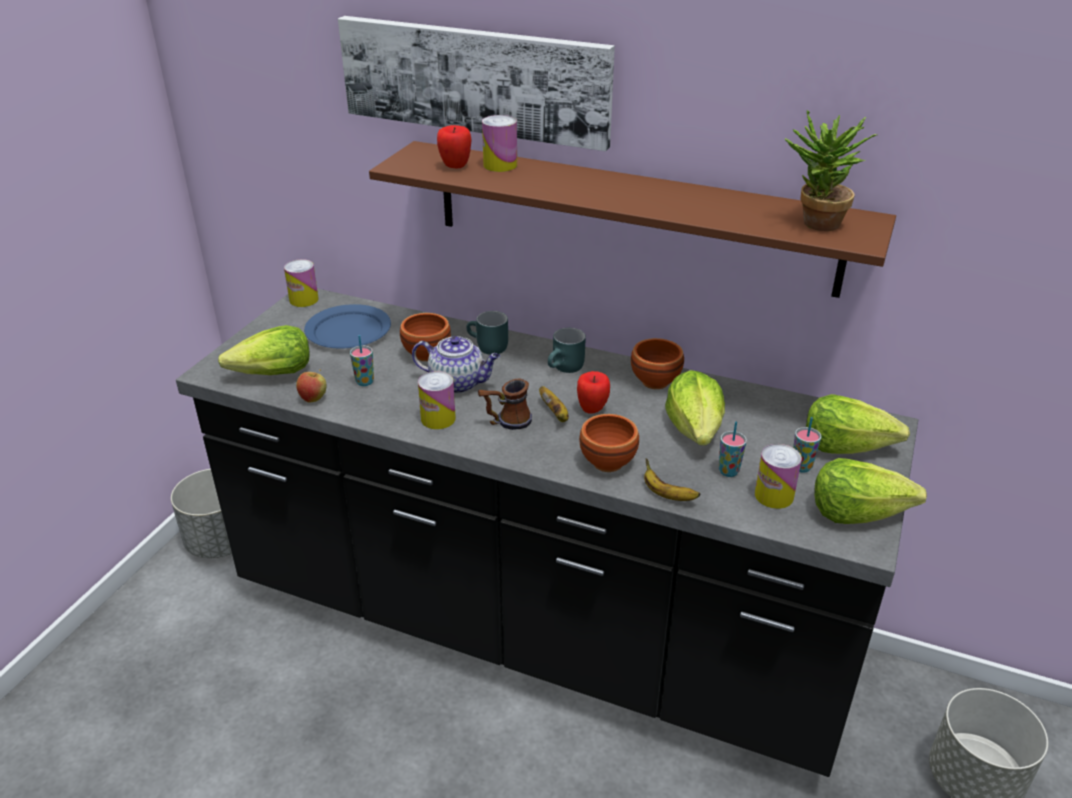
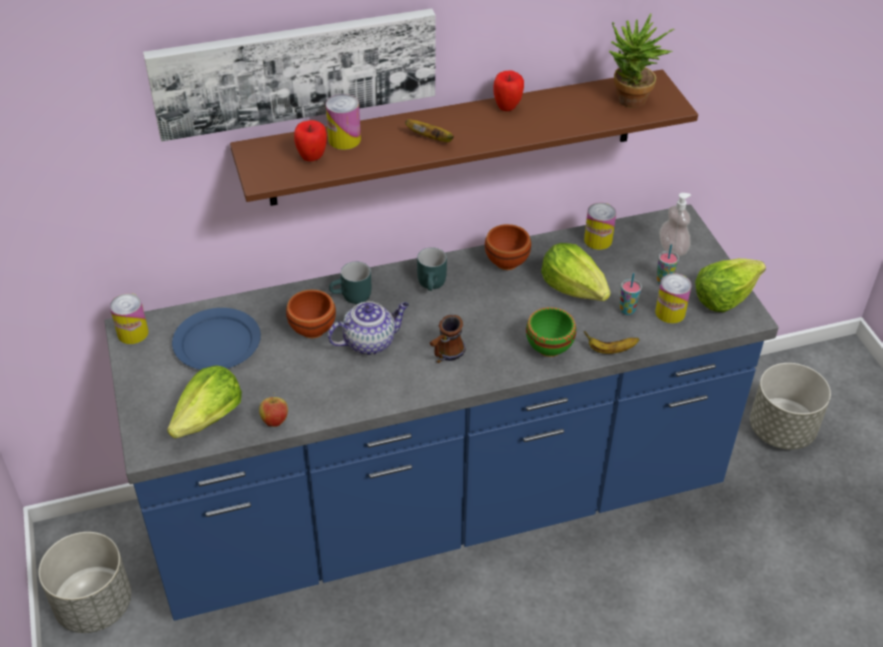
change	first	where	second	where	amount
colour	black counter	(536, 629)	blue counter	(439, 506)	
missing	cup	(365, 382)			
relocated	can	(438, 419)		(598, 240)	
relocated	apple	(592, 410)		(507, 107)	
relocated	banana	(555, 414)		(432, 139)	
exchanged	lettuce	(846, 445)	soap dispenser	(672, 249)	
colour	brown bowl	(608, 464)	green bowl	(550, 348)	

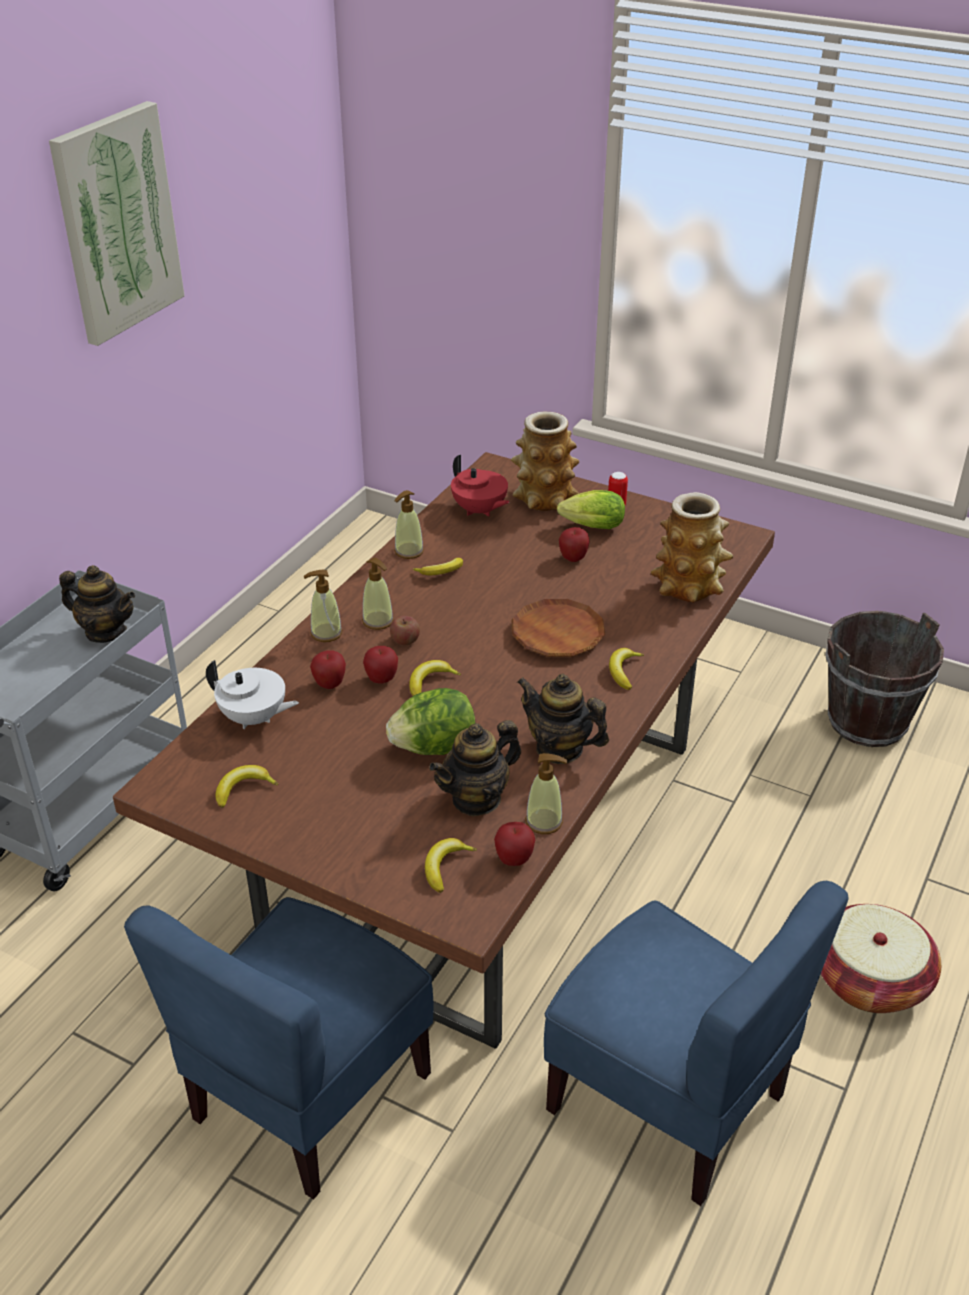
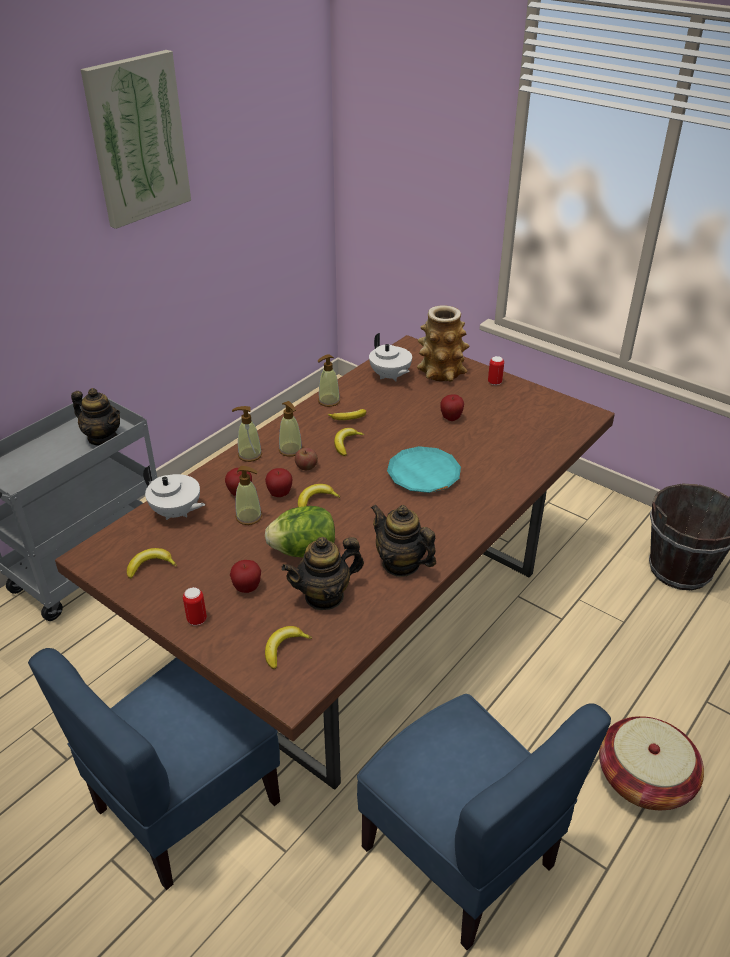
change	first	where	second	where	amount
colour	red teapot	(479, 510)	white teapot	(390, 376)	
missing	lettuce	(589, 527)			
missing	vase	(689, 587)			
colour	brown plate	(557, 634)	turquoise plate	(423, 474)	
relocated	banana	(623, 671)		(346, 444)	
relocated	soap dispenser	(544, 821)		(249, 517)	
relocated	apple	(514, 860)		(247, 588)	
appeared			can	(197, 619)	

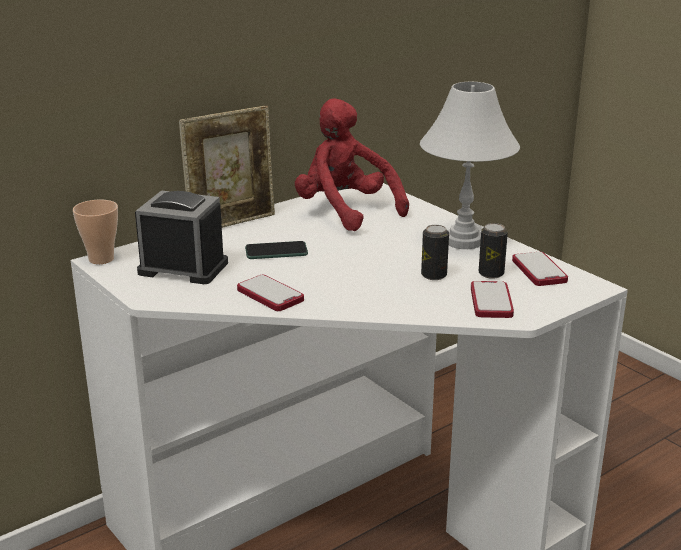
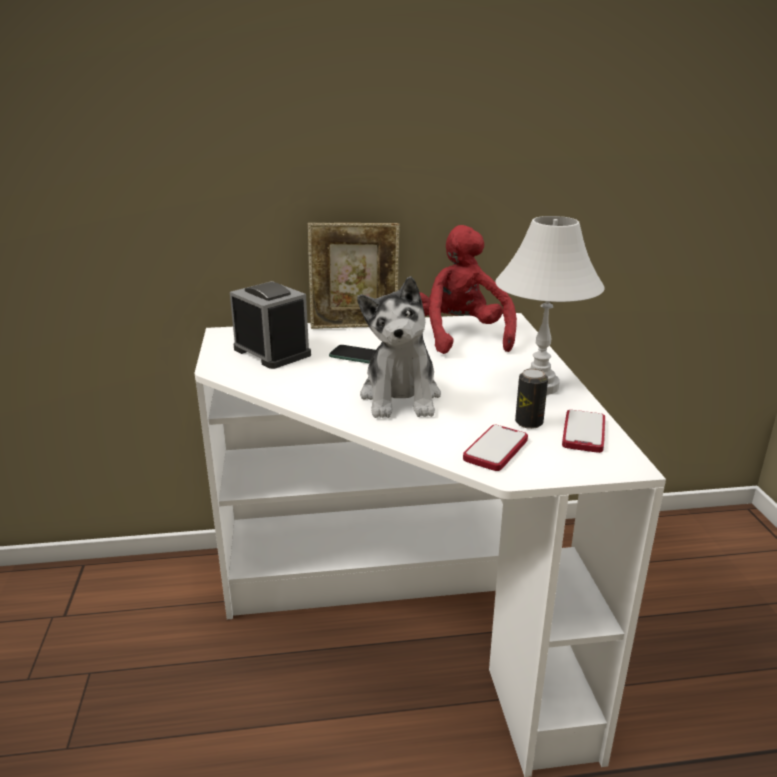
change	first	where	second	where	amount
missing	cup	(101, 259)			
missing	can	(433, 275)			
missing	phone	(270, 295)			
appeared			plush toy	(401, 397)	

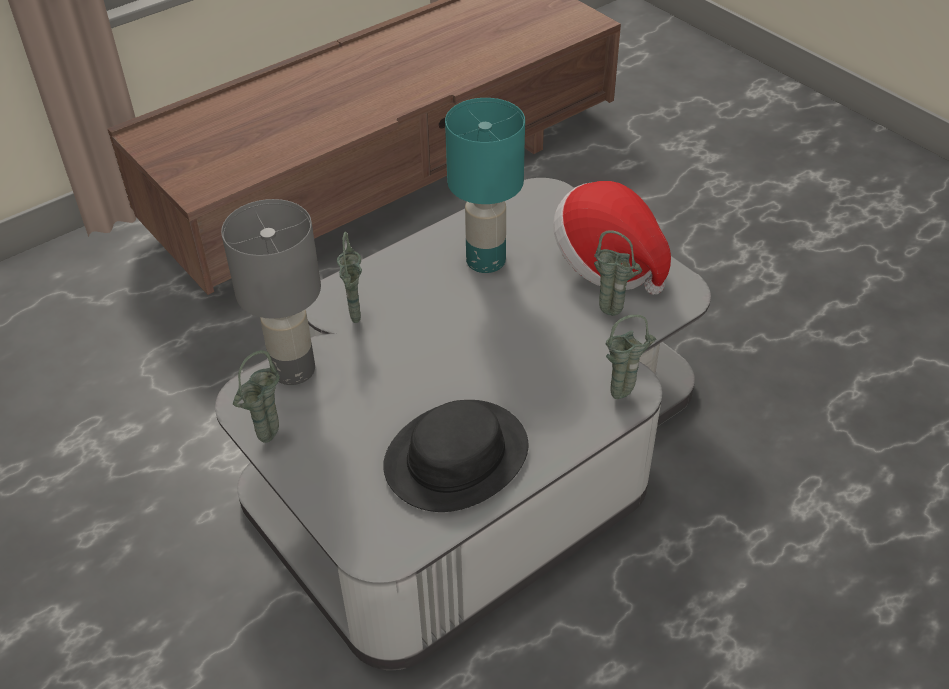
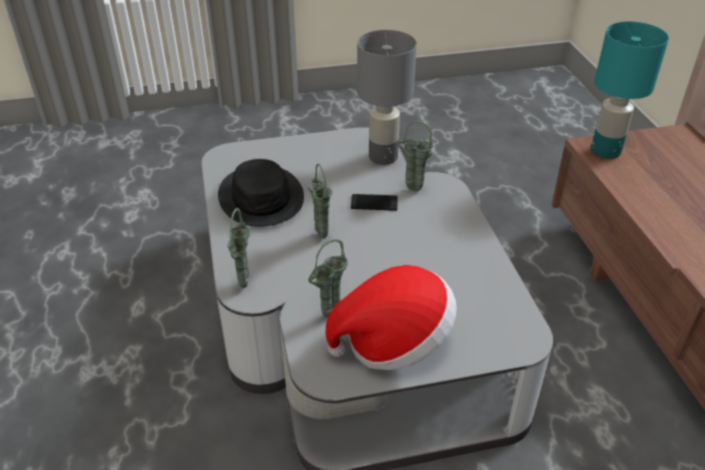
change	first	where	second	where	amount
relocated	turquoise table lamp	(487, 261)		(605, 151)	
relocated	green vase	(268, 440)		(320, 235)	
appeared			phone	(374, 203)	

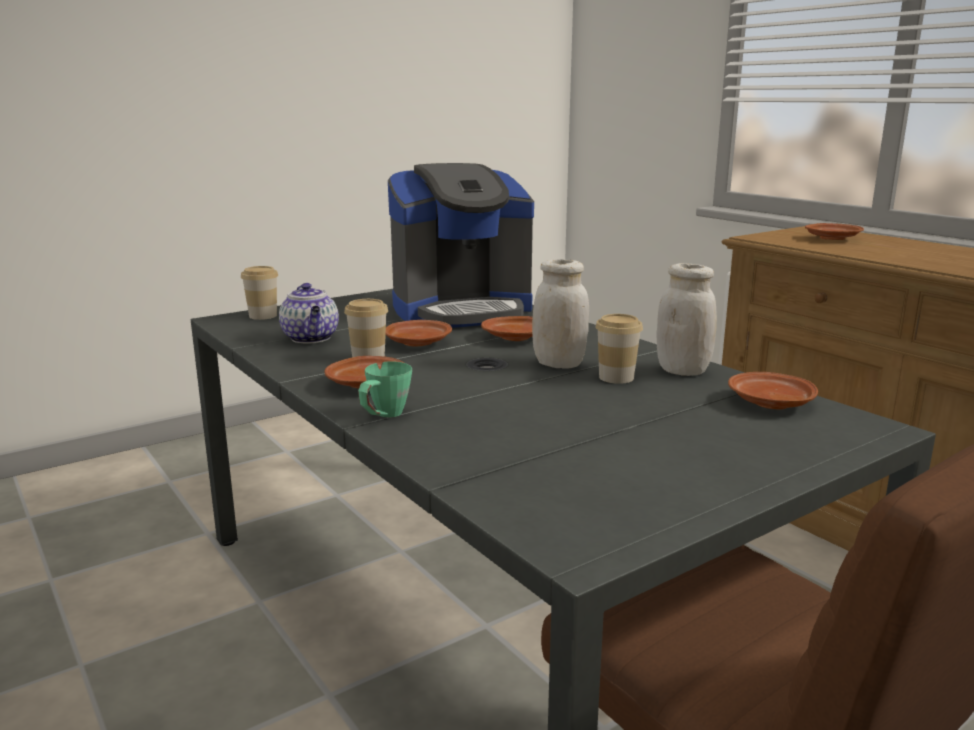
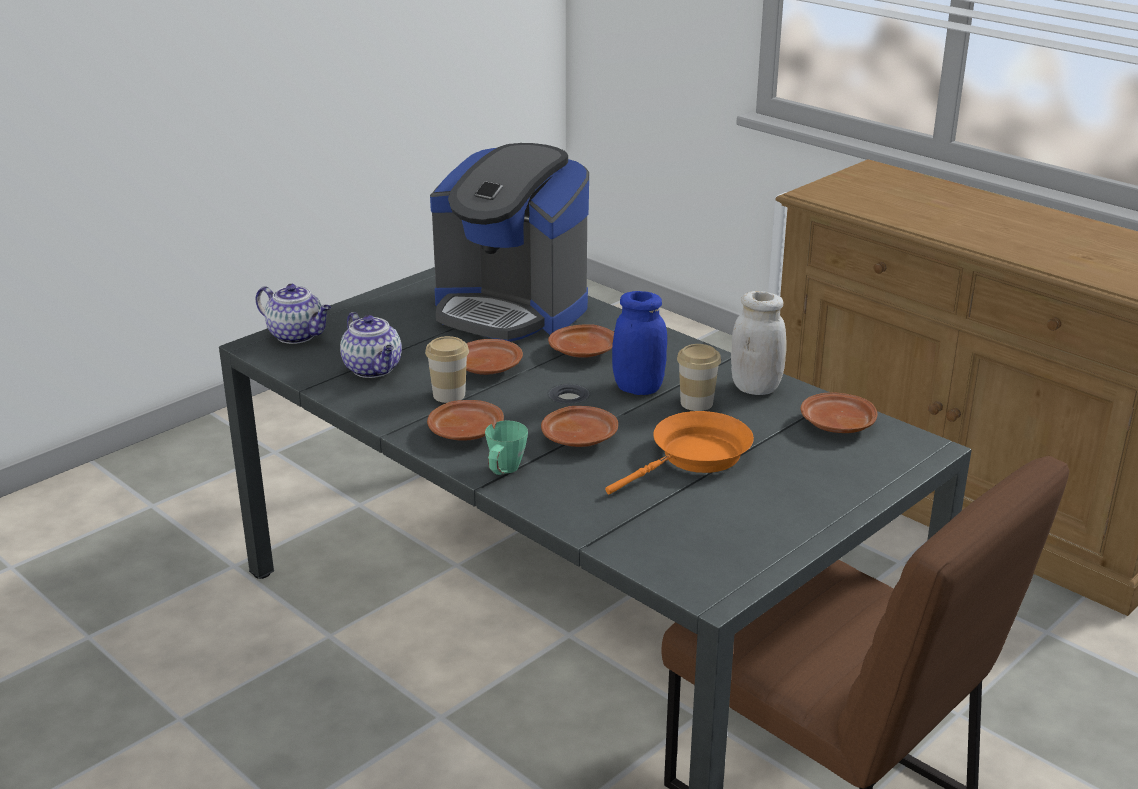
change	first	where	second	where	amount
spun	coffee machine	(462, 310)		(510, 309)	60 degrees clockwise
relocated	brown plate	(832, 239)		(580, 438)	
colour	white jar	(559, 364)	blue jar	(638, 388)	
exchanged	cup	(263, 316)	teapot	(298, 335)	
appeared			orange frying pan	(695, 457)	

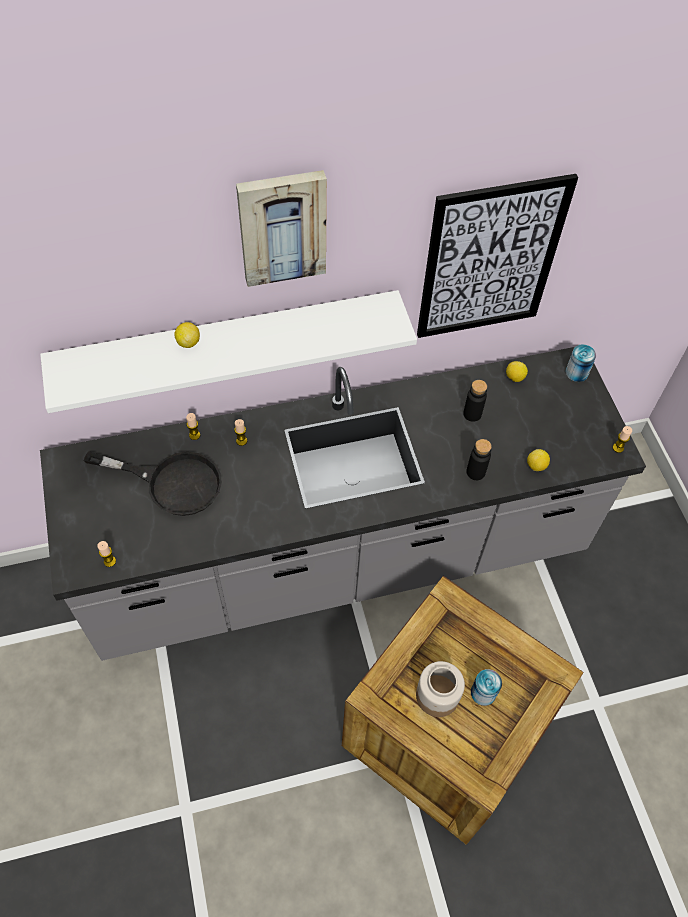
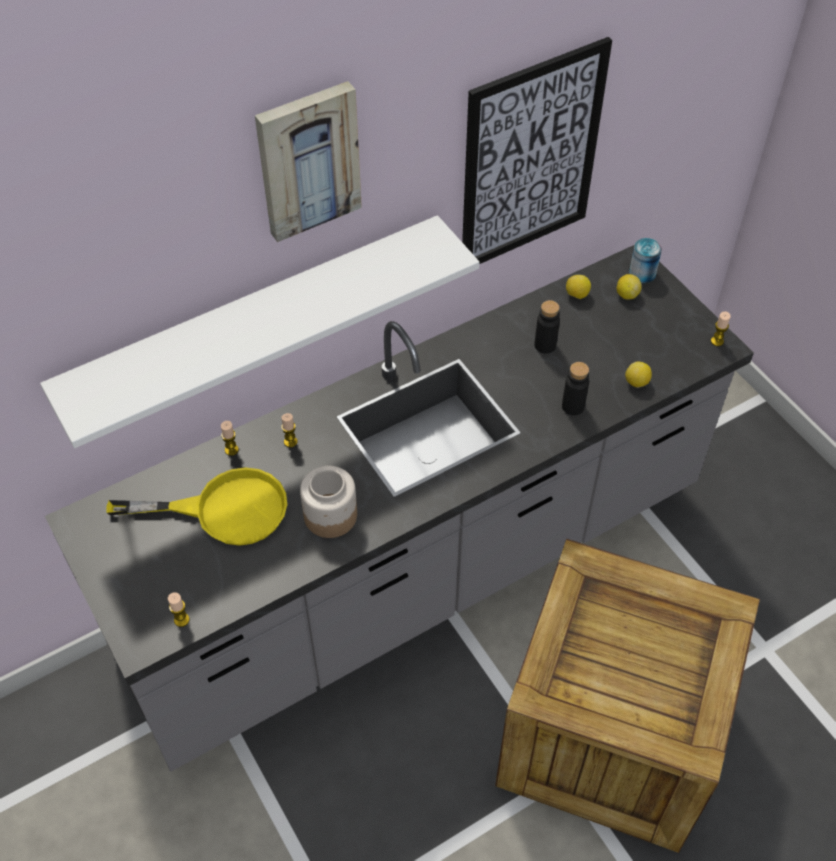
change	first	where	second	where	amount
relocated	lemon	(188, 342)		(627, 295)	
colour	black frying pan	(172, 482)	yellow frying pan	(224, 510)	
relocated	jar	(437, 696)		(330, 516)	
missing	can	(483, 693)			

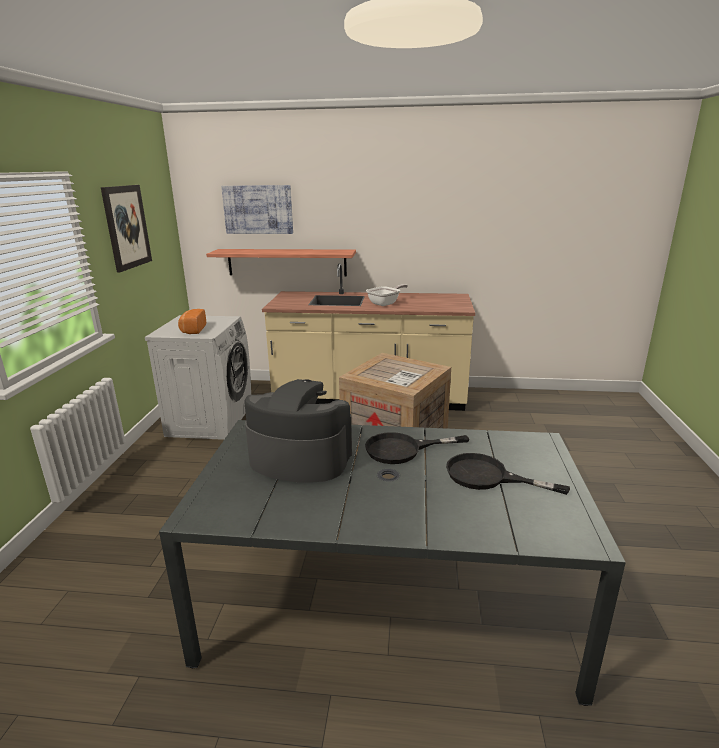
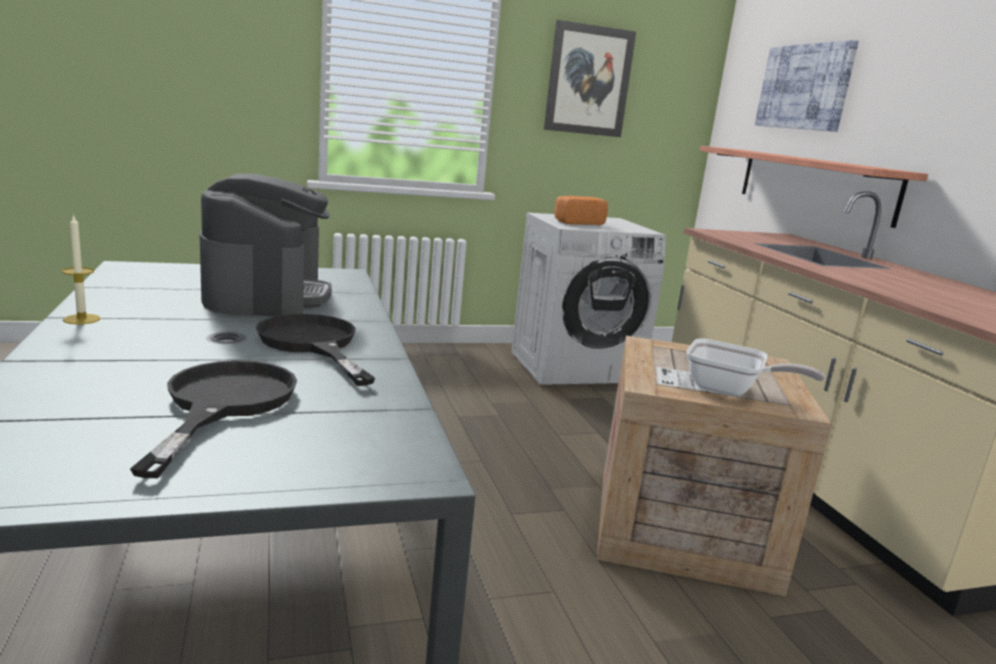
change	first	where	second	where	amount
relocated	frying pan	(386, 303)		(730, 390)	
appeared			candle	(81, 319)	

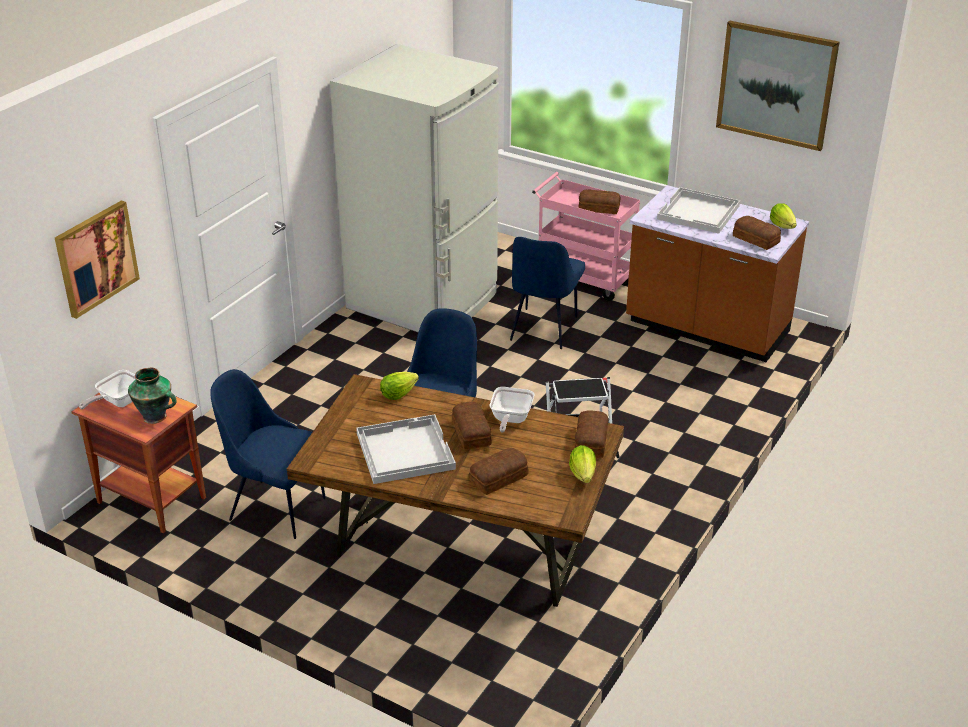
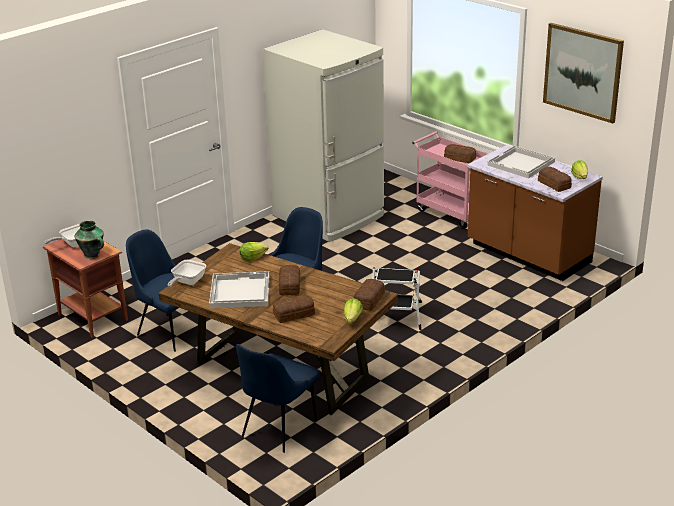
change	first	where	second	where	amount
missing	picture	(96, 258)			
relocated	blue chair	(543, 329)		(279, 428)	
relocated	frying pan	(510, 419)		(187, 282)	

